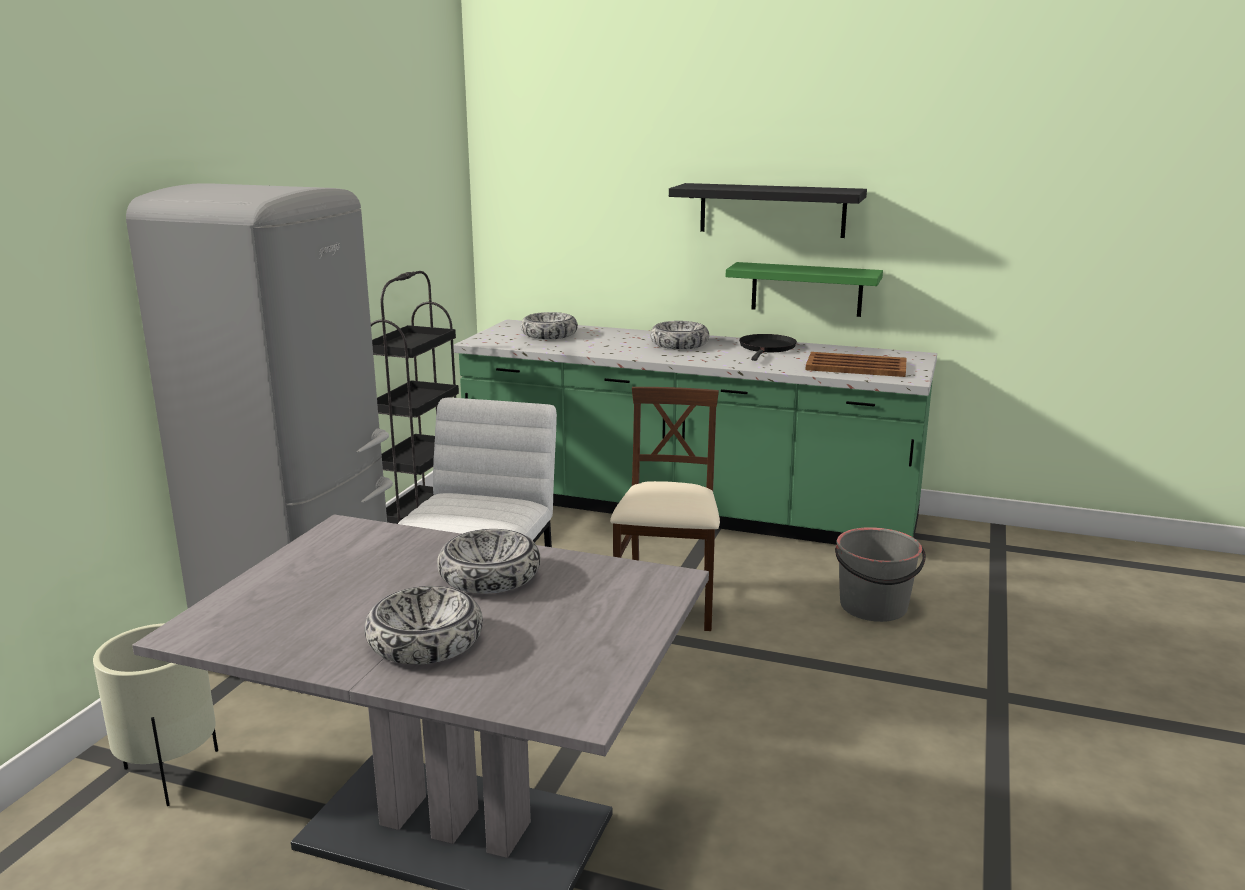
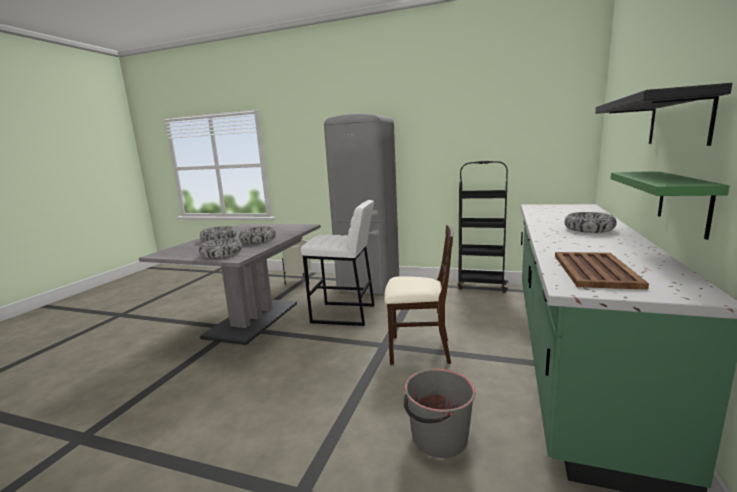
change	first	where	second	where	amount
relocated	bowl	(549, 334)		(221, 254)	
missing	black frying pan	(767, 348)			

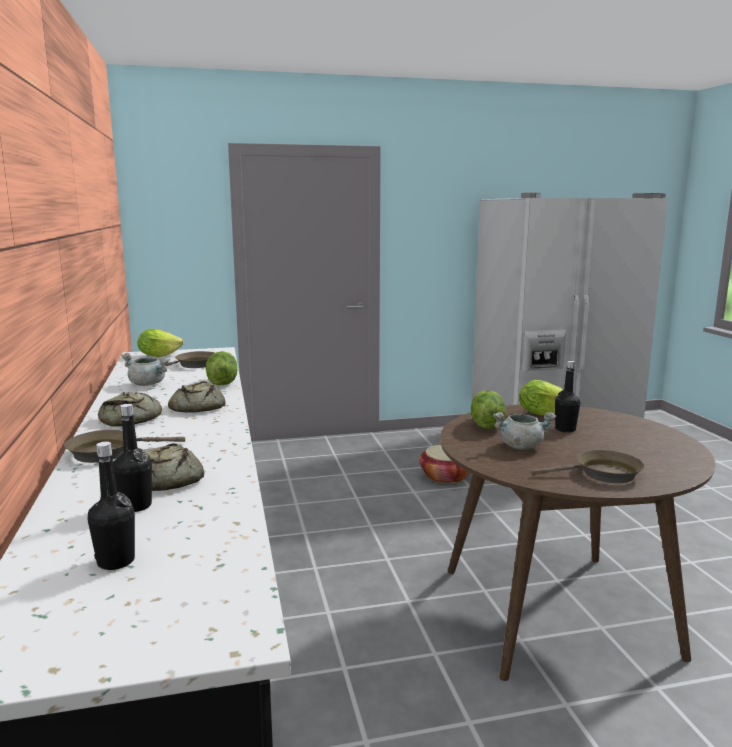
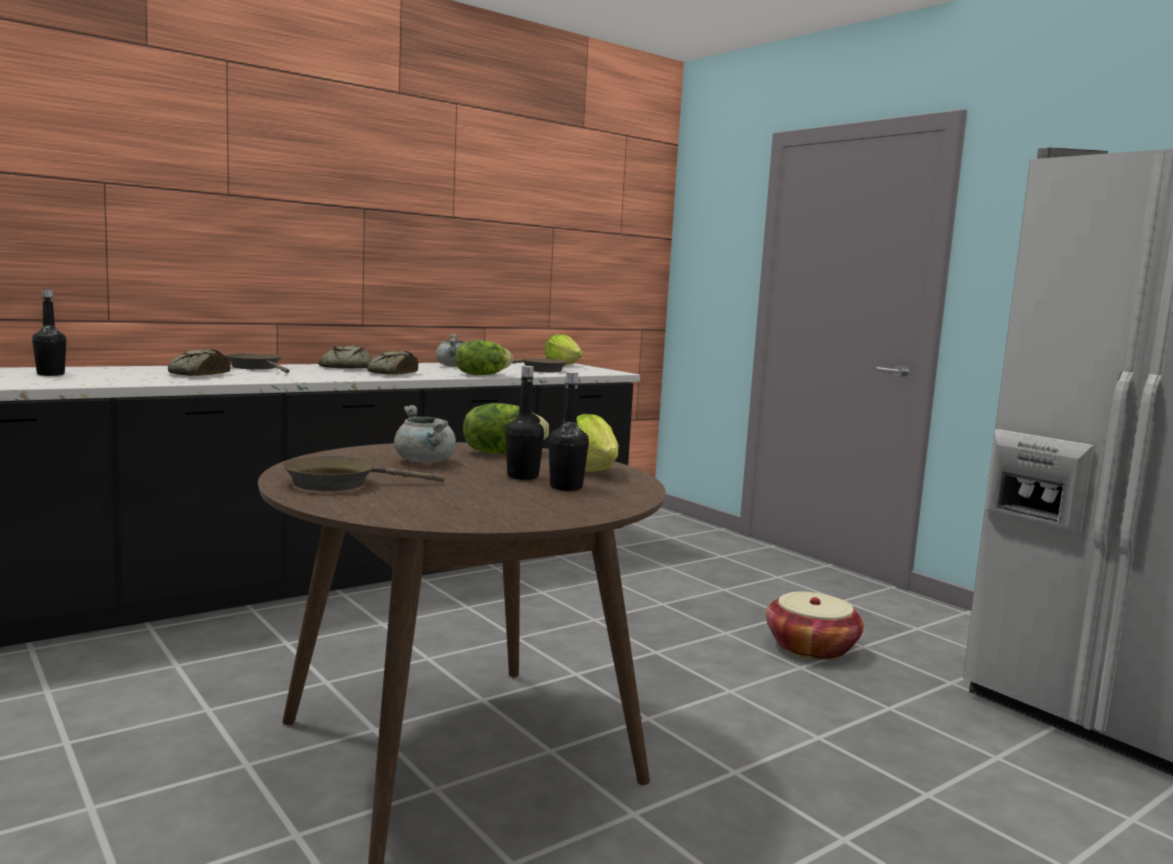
change	first	where	second	where	amount
relocated	black bottle	(136, 506)		(566, 487)	
spun	brown frying pan	(602, 474)		(338, 483)	105 degrees clockwise

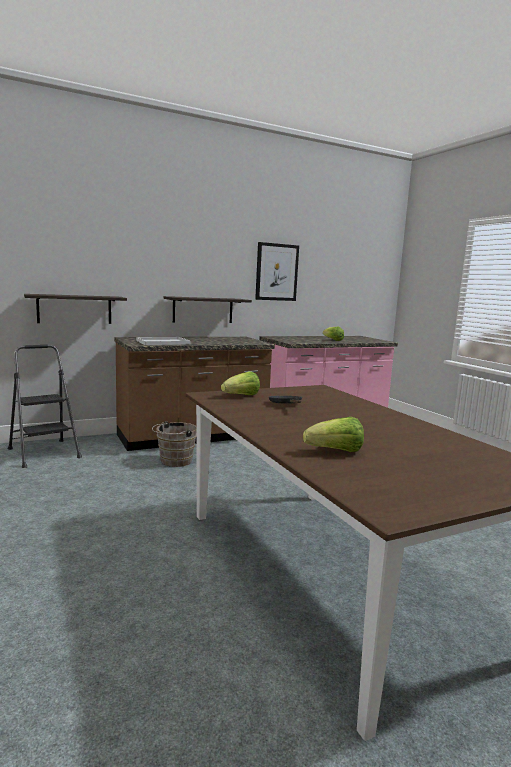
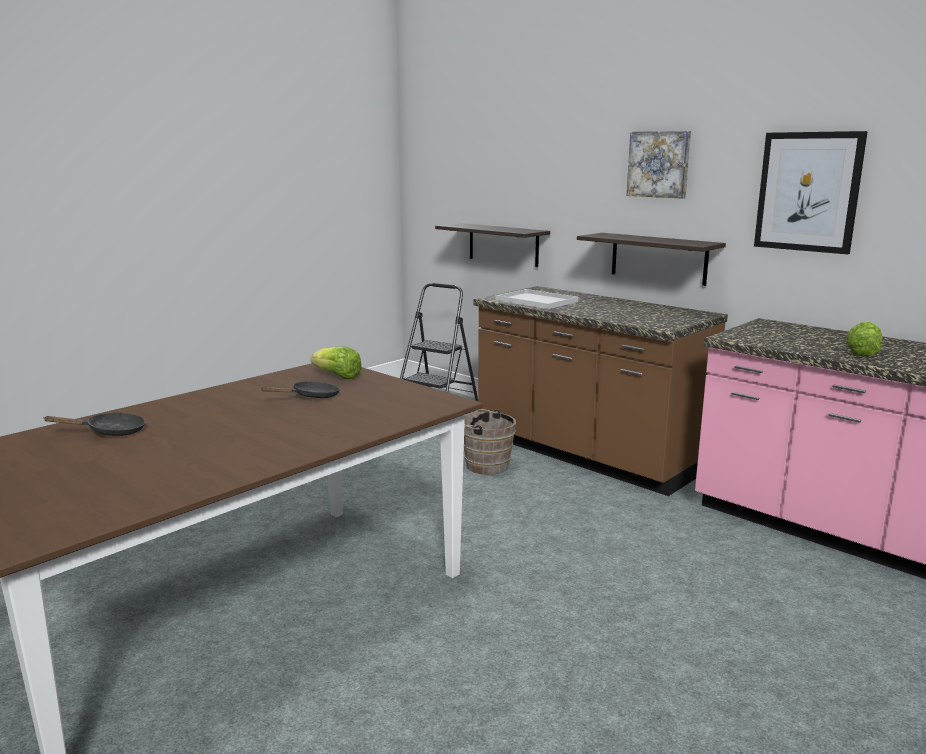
change	first	where	second	where	amount
exchanged	lettuce	(335, 451)	black frying pan	(110, 432)	
appeared			picture	(659, 164)	

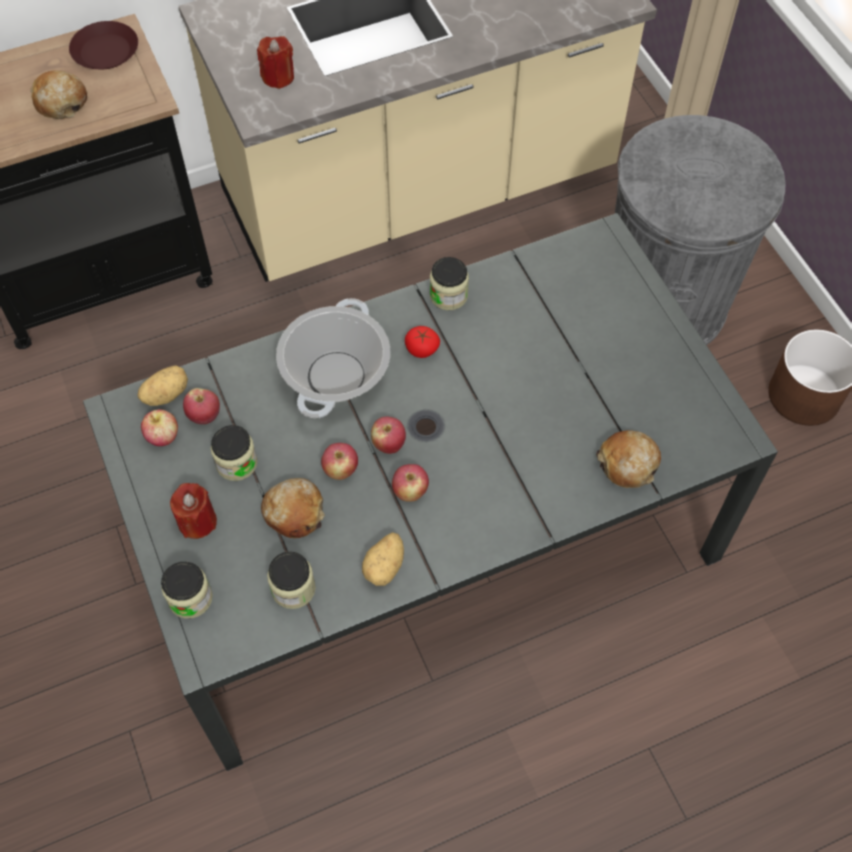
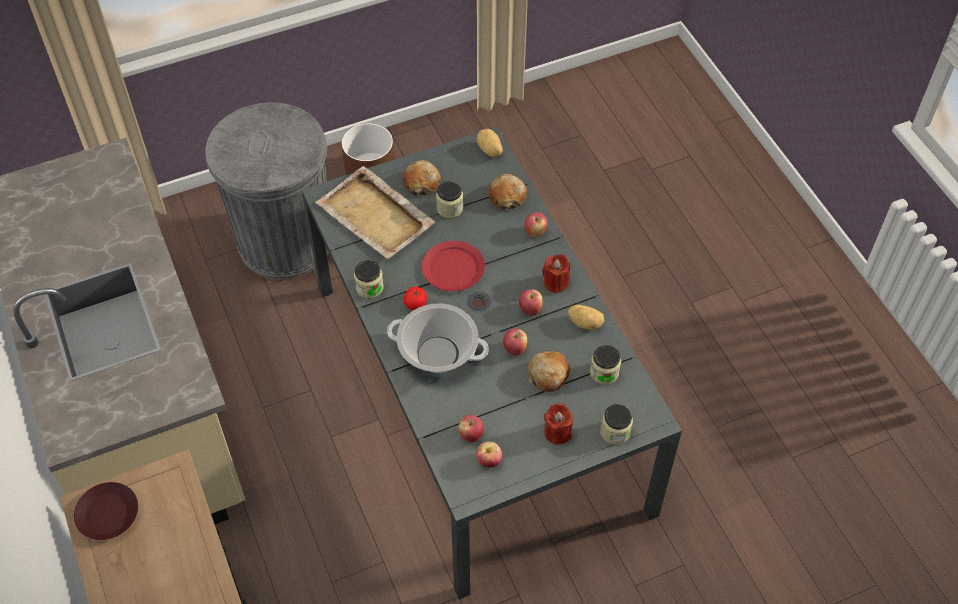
change	first	where	second	where	amount
relocated	red candle	(278, 77)		(555, 282)	
relocated	bread	(61, 102)		(422, 182)	
relocated	potato	(165, 394)		(489, 150)	
relocated	apple	(388, 444)		(535, 232)	
relocated	jar	(236, 463)		(449, 208)	
appeared			beige tray	(376, 216)	
appeared			red plate	(453, 267)	

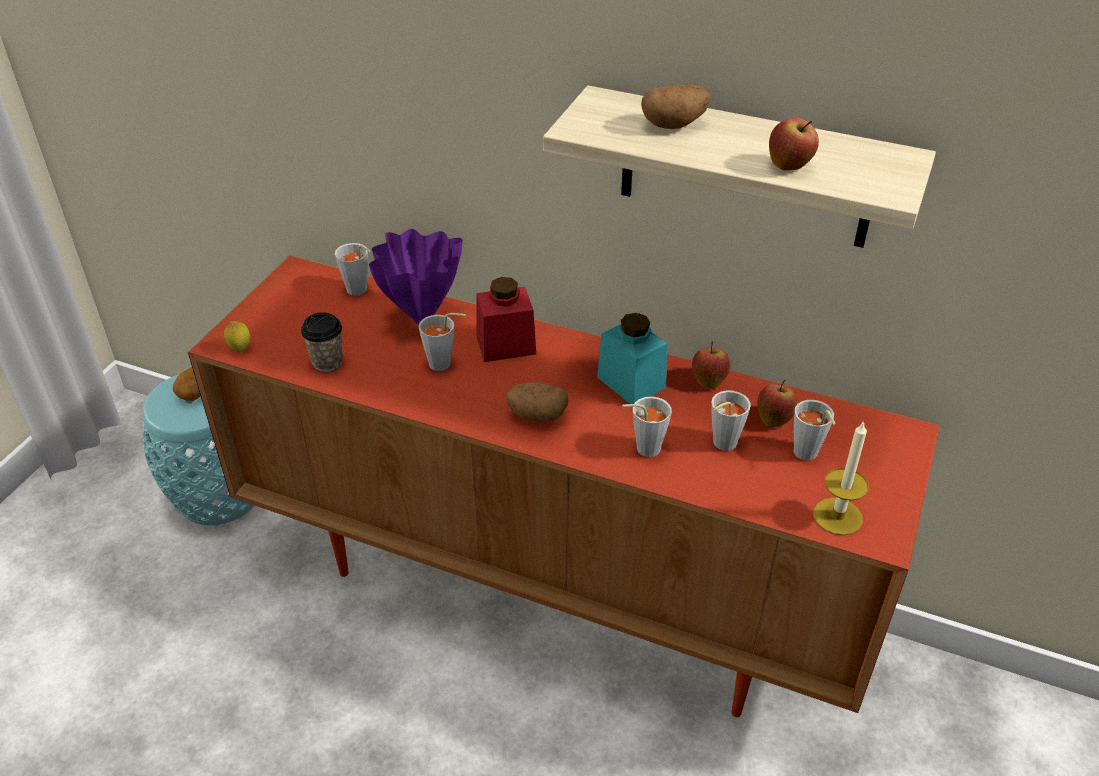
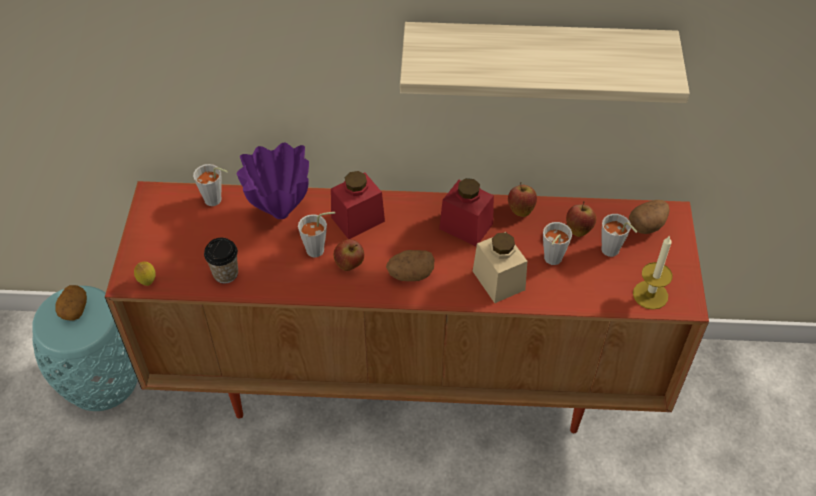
change	first	where	second	where	amount
relocated	potato	(674, 125)		(647, 225)	
relocated	apple	(790, 166)		(349, 265)	
colour	turquoise jar	(631, 382)	red jar	(466, 226)	
exchanged	grey cup	(642, 449)	beige jar	(498, 280)	

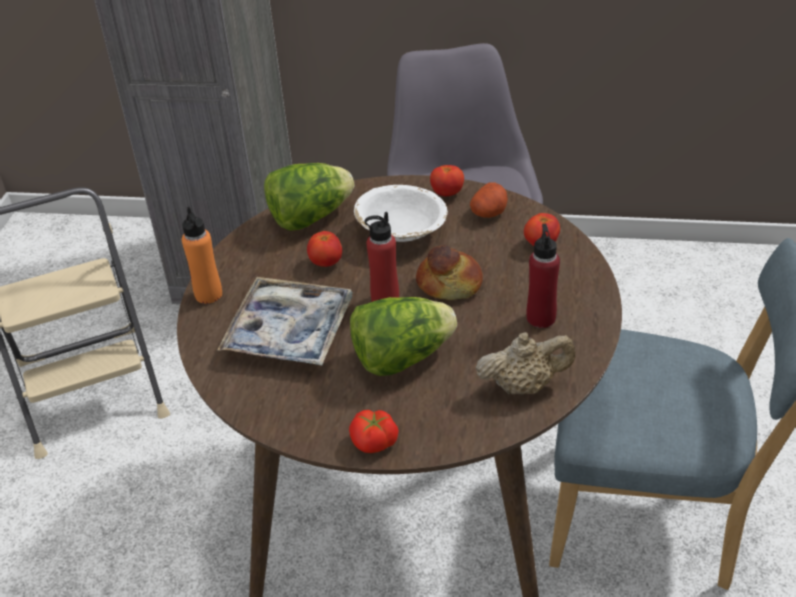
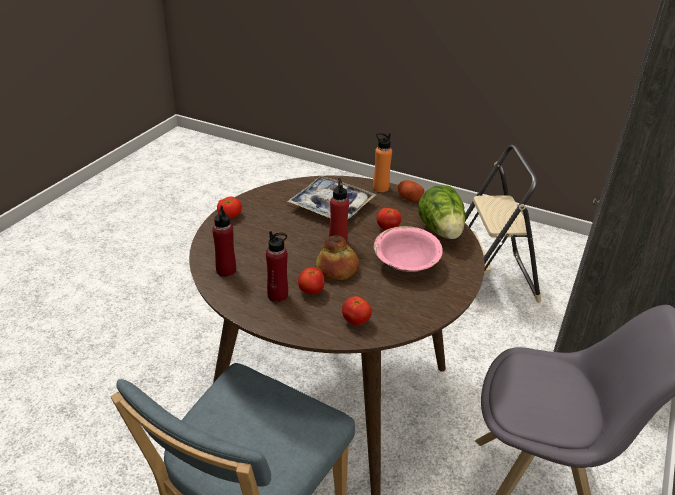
change	first	where	second	where	amount
relocated	tomato	(447, 193)		(311, 291)	
relocated	potato	(489, 212)		(409, 198)	
colour	white bowl	(402, 232)	pink bowl	(406, 263)	
missing	lettuce	(401, 358)			
exchanged	beige teapot	(524, 386)	red bottle	(226, 270)	

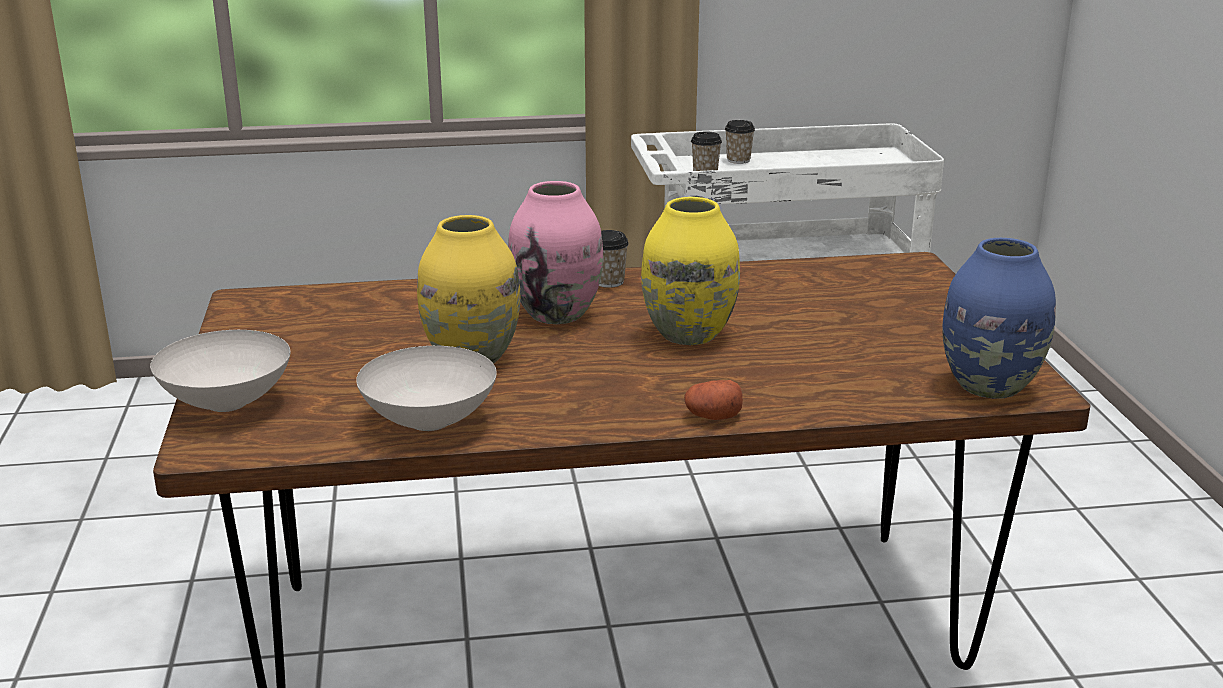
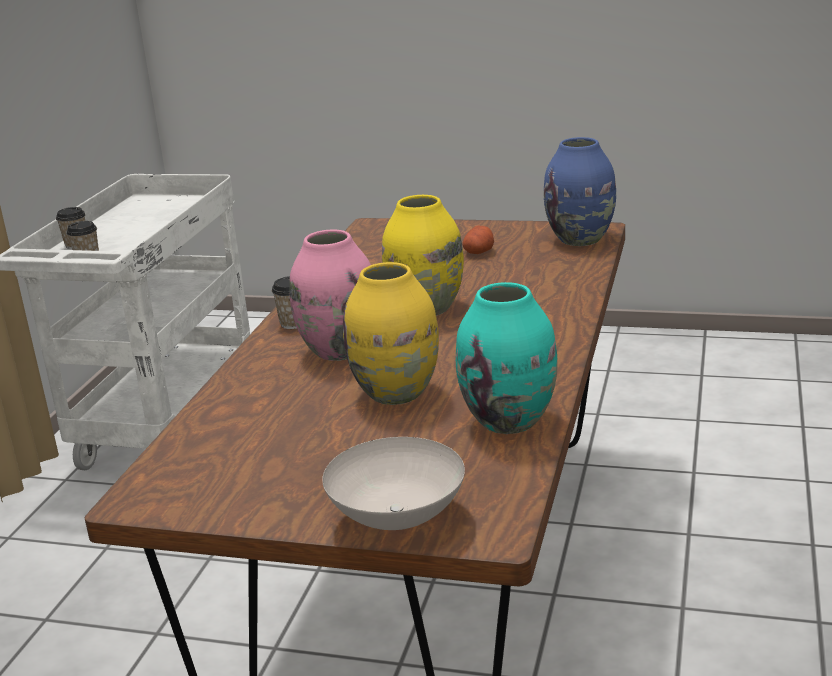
change	first	where	second	where	amount
exchanged	white bowl	(430, 422)	turquoise vase	(510, 420)	
relocated	potato	(712, 416)		(479, 252)	

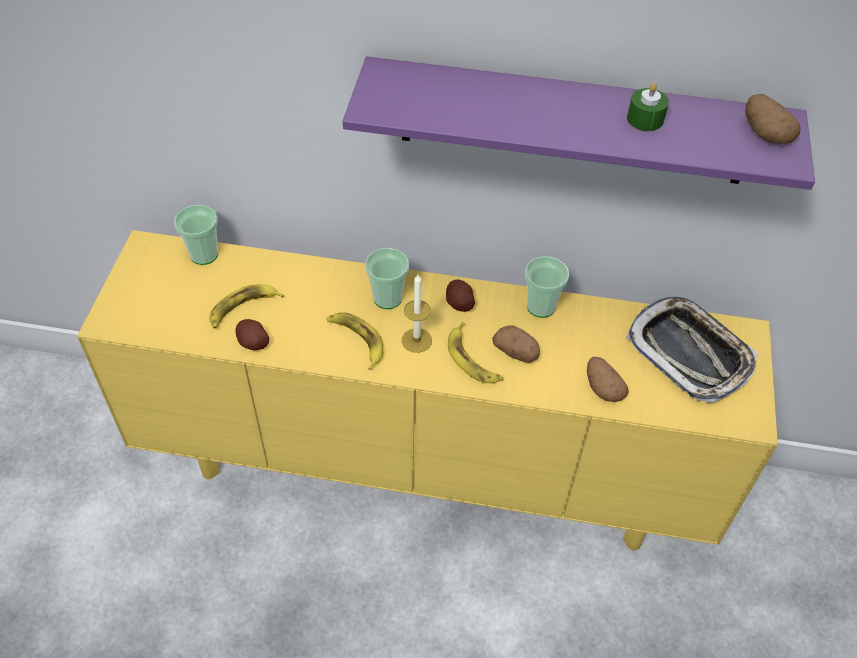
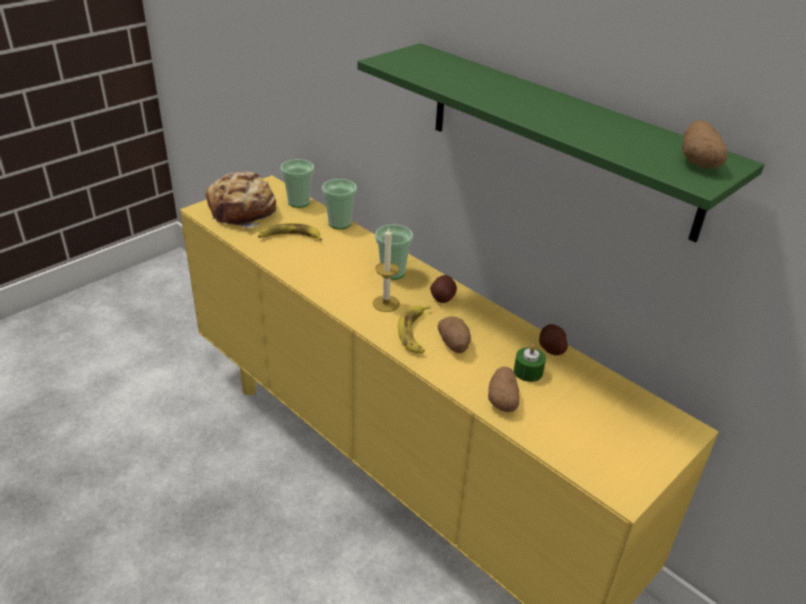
change	first	where	second	where	amount
colour	purple shelf	(574, 122)	green shelf	(559, 137)	
relocated	green candle	(645, 119)		(528, 371)	
relocated	cup	(541, 306)		(339, 223)	
missing	tray	(689, 353)			
missing	banana	(356, 340)			
relocated	potato	(253, 342)		(551, 348)	
appeared			bread	(243, 211)	

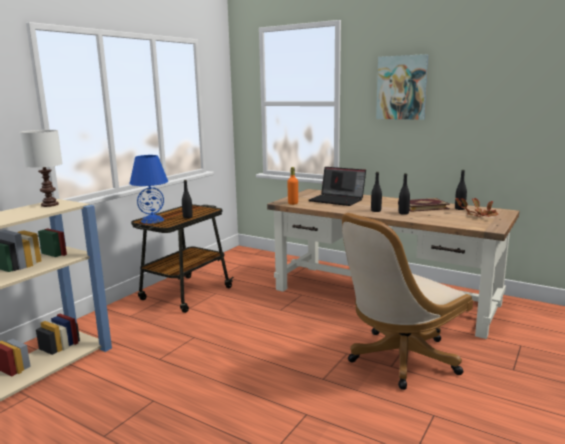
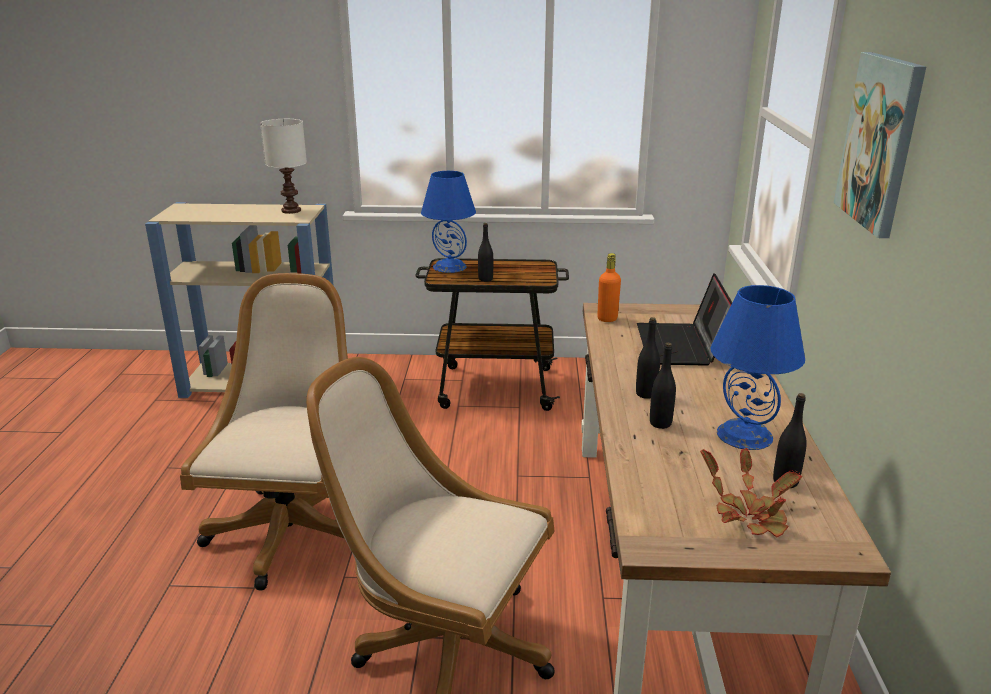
change	first	where	second	where	amount
exchanged	book	(423, 206)	blue table lamp	(745, 435)	
appeared			office chair	(292, 524)	

